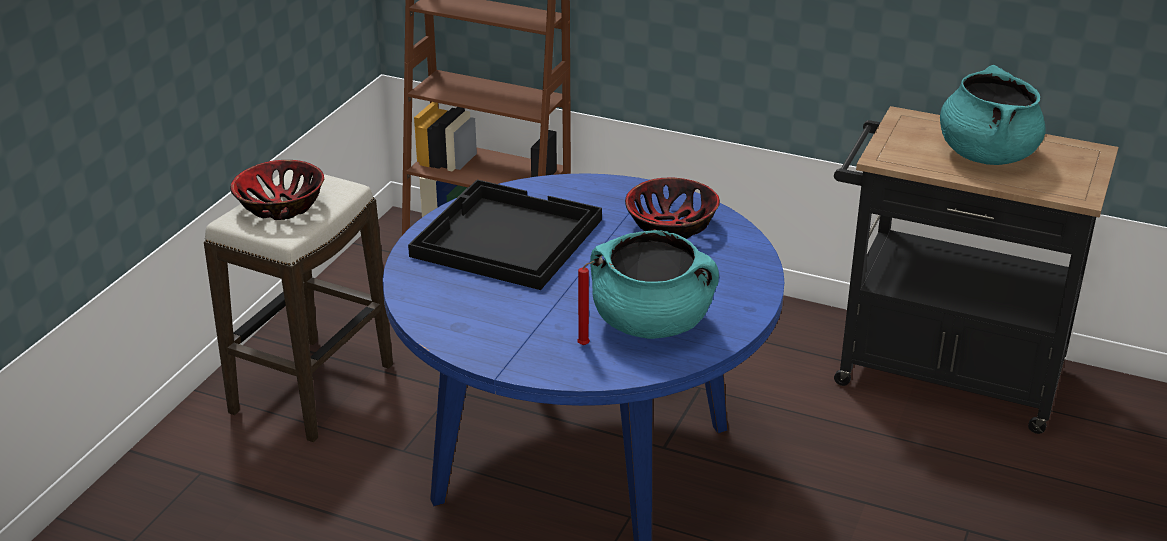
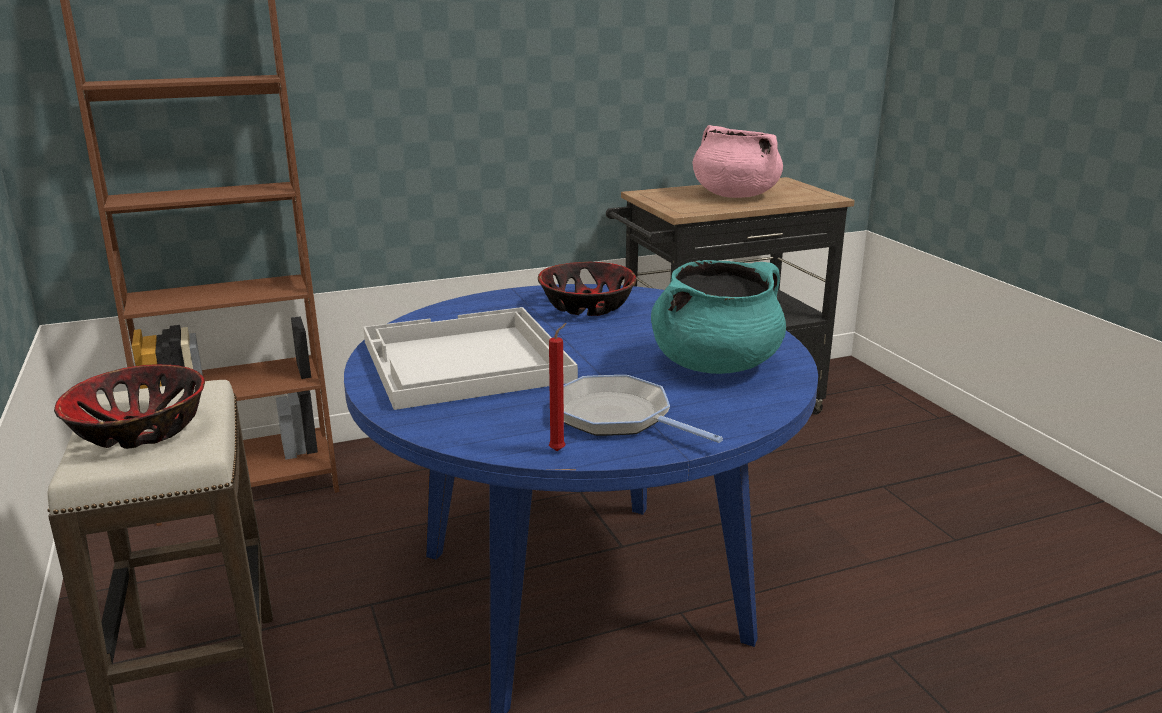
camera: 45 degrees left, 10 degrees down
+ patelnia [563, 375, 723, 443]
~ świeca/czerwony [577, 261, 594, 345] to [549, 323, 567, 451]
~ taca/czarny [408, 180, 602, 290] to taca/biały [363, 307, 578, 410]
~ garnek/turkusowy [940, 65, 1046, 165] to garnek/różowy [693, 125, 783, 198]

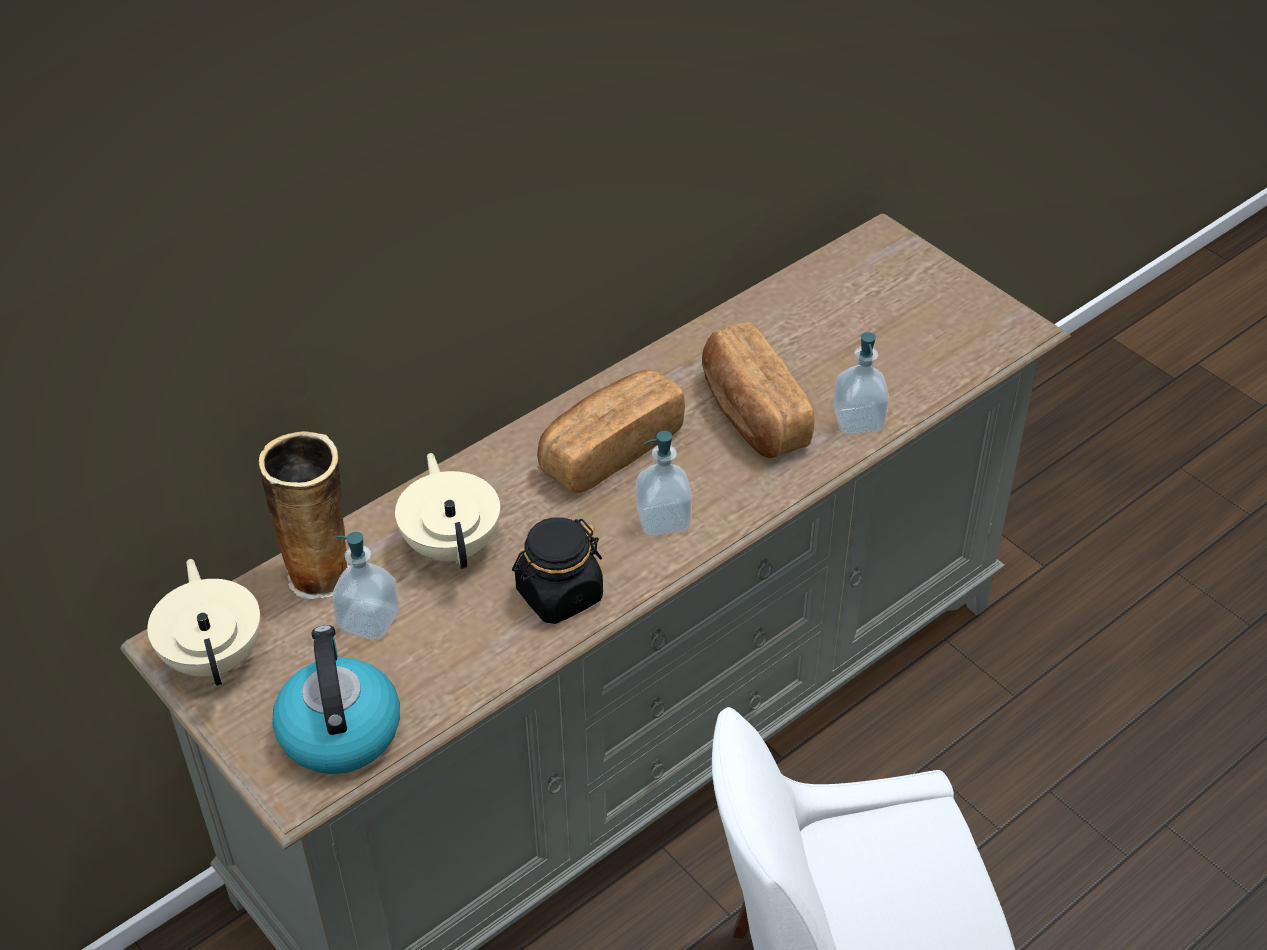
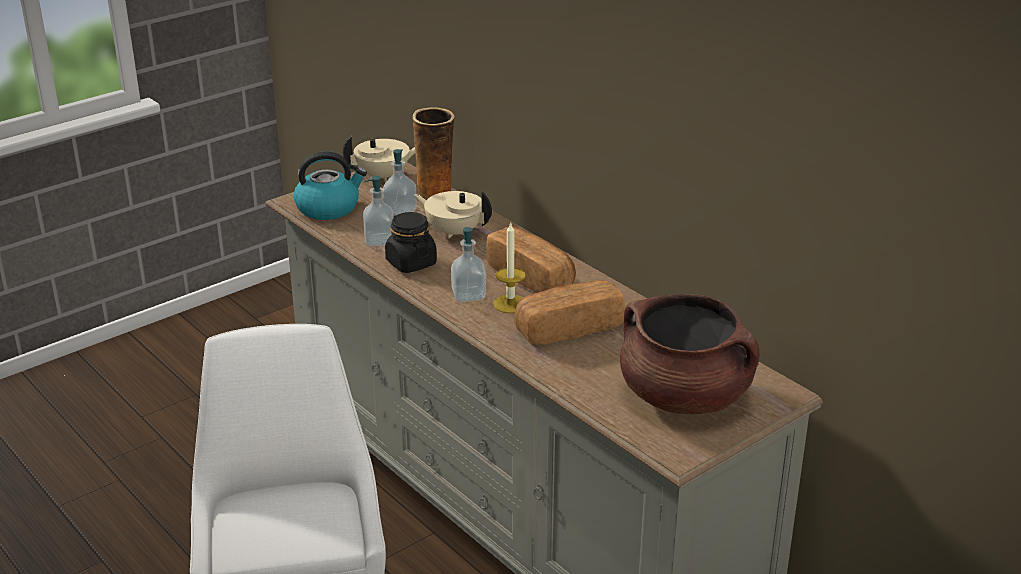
camera: 90 degrees right, 15 degrees down
+ świeca [493, 222, 526, 313]
+ garnek/brązowy [620, 294, 759, 414]
~ dozownik mydła [833, 332, 889, 435] to [363, 176, 394, 246]
~ imbryk/beżowy [395, 453, 500, 569] = [414, 191, 492, 239] 135 degrees counterclockwise

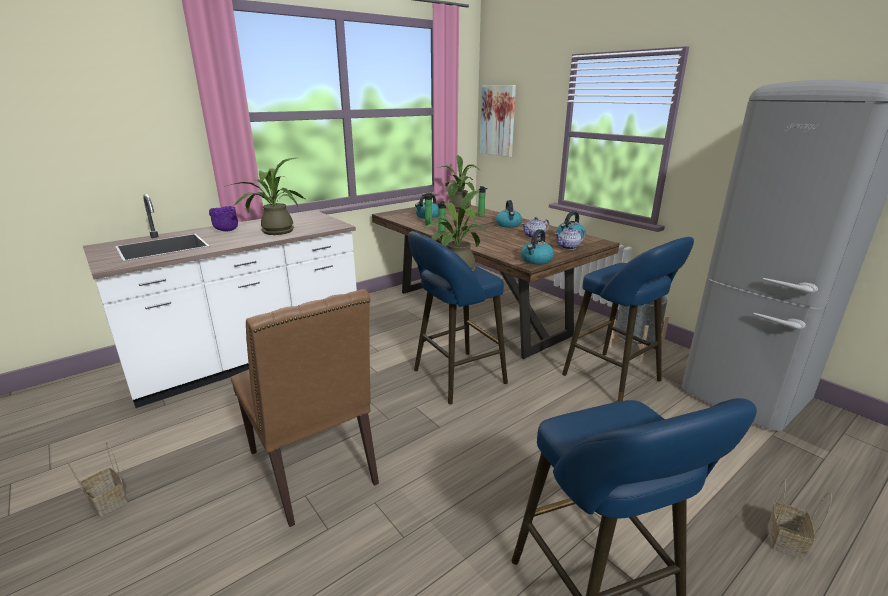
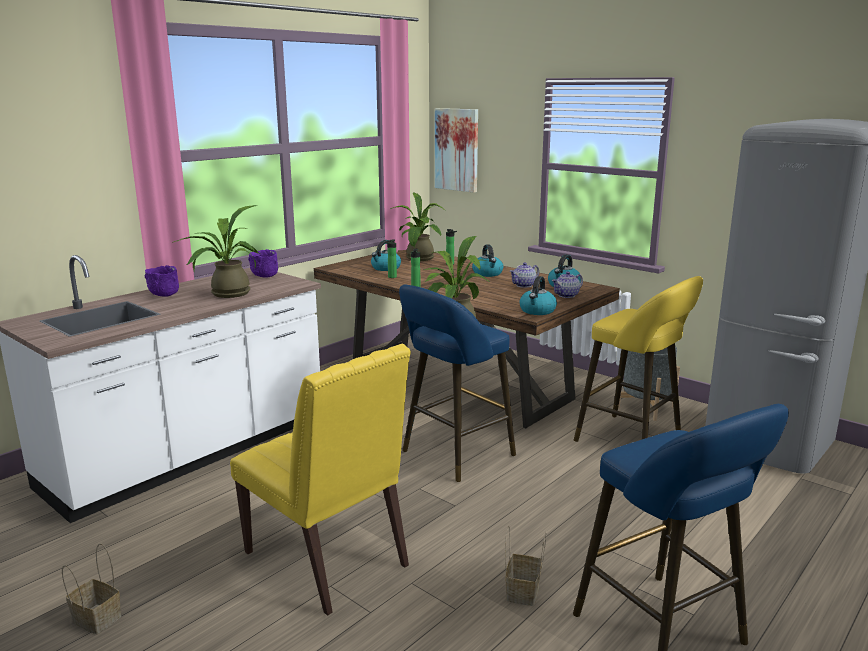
camera: 10 degrees left, 5 degrees down
+ miska/fioletowy [248, 249, 278, 278]
~ koszyk [768, 480, 832, 559] to [505, 525, 547, 606]
~ krzesło/brązowy [230, 289, 379, 527] to krzesło/żółty [230, 343, 411, 616]
~ stołek/niebieski [562, 237, 694, 402] to stołek/żółty [574, 276, 703, 442]

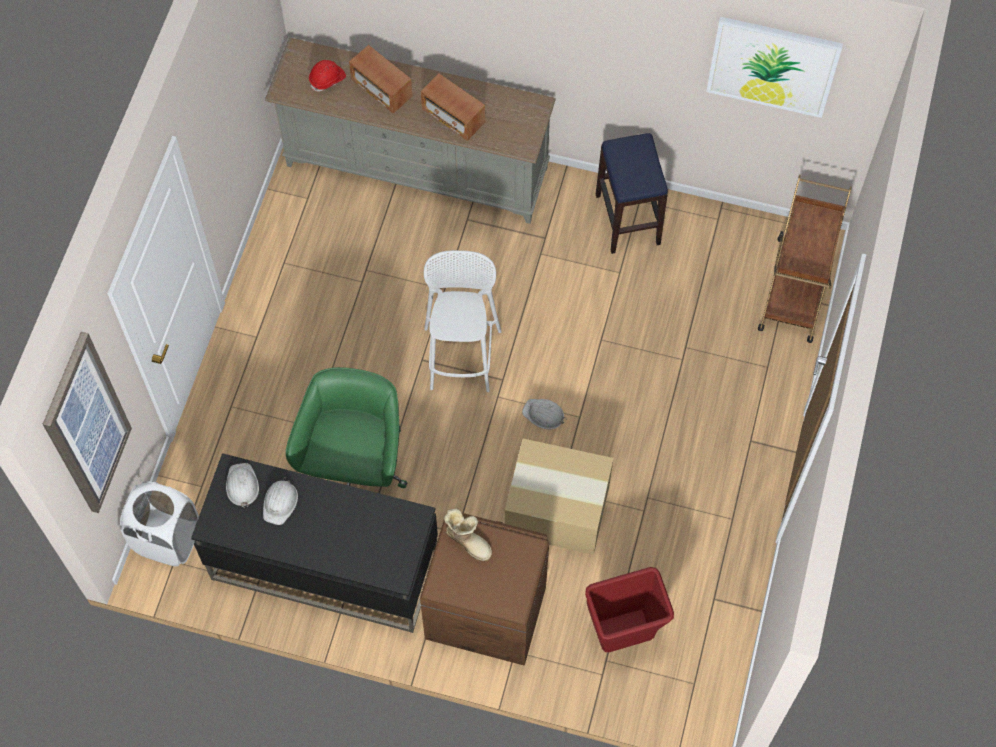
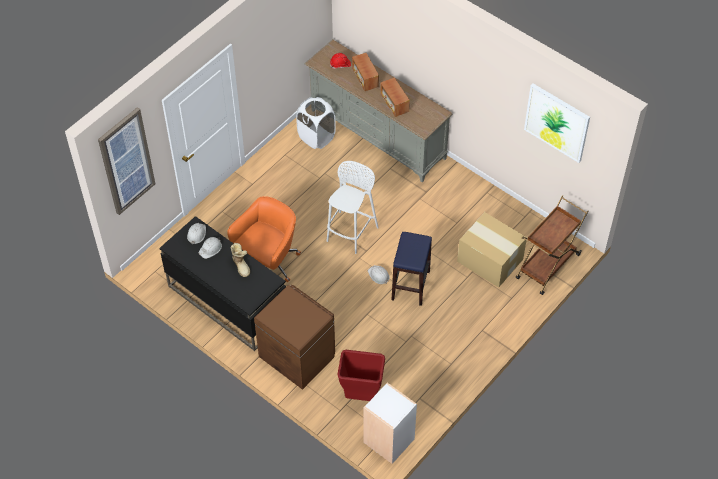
camera: 25 degrees right, 10 degrees down
+ regał [364, 383, 417, 464]
~ kosz na pranie/biały [120, 481, 199, 566] to [296, 97, 336, 149]
~ but z cholewką [444, 508, 492, 561] to [230, 243, 250, 277]
~ karton [505, 439, 614, 555] to [457, 212, 527, 287]
~ stołek [596, 133, 668, 254] to [392, 232, 432, 306]
~ krzesło biurowe/zielony [286, 367, 407, 488] to krzesło biurowe/pomarańczowy [227, 196, 301, 282]

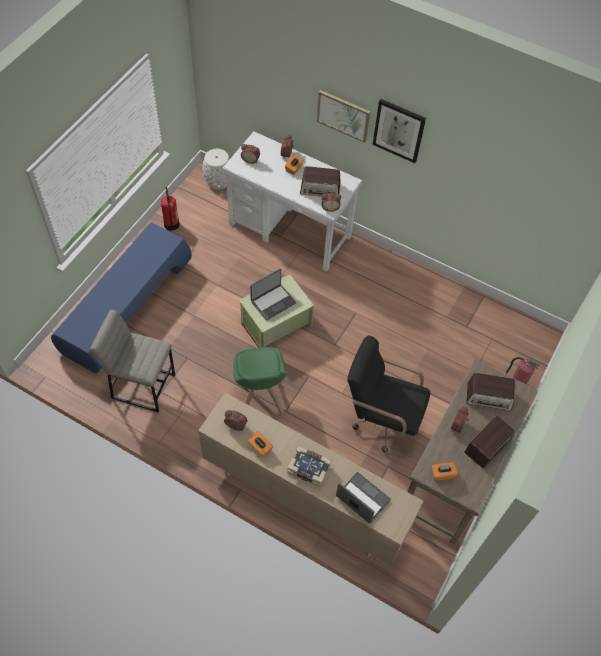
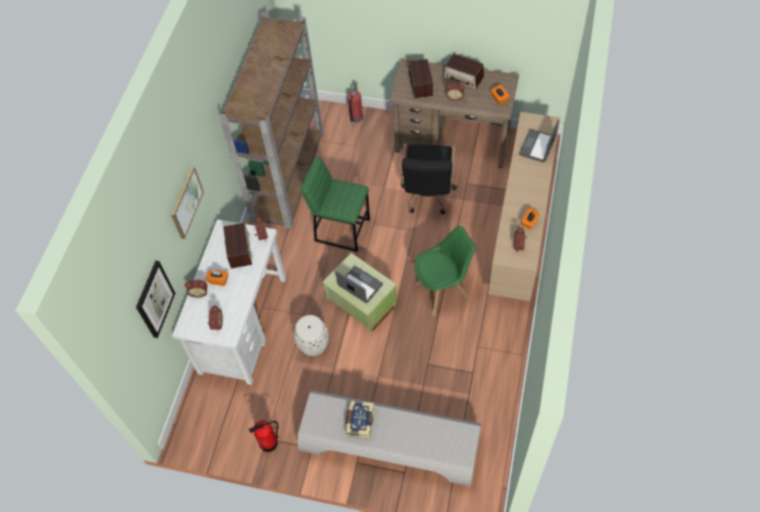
camera: 100 degrees left, 0 degrees up
- krzesło/szary [90, 310, 175, 413]
+ regał/brązowy [218, 12, 323, 229]
+ krzesło/zielony [300, 157, 370, 252]
~ stołek/biały [203, 149, 230, 190] to [294, 315, 329, 356]
~ książka [287, 447, 331, 487] to [345, 401, 374, 439]
~ obraz [372, 99, 426, 163] to [136, 261, 175, 338]
~ ławka/niebieski [51, 223, 192, 373] to ławka/szary [297, 390, 481, 486]

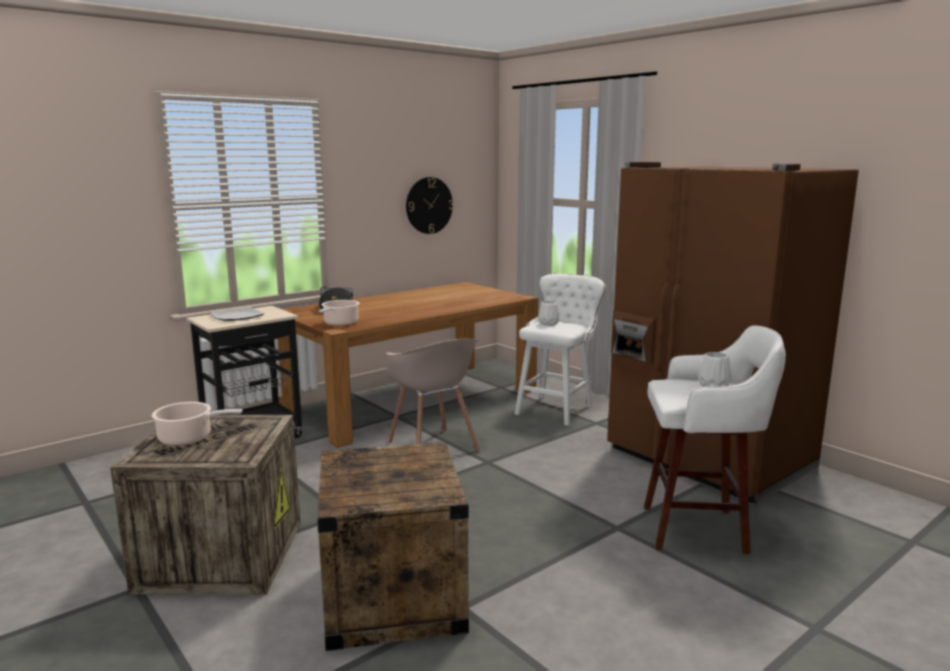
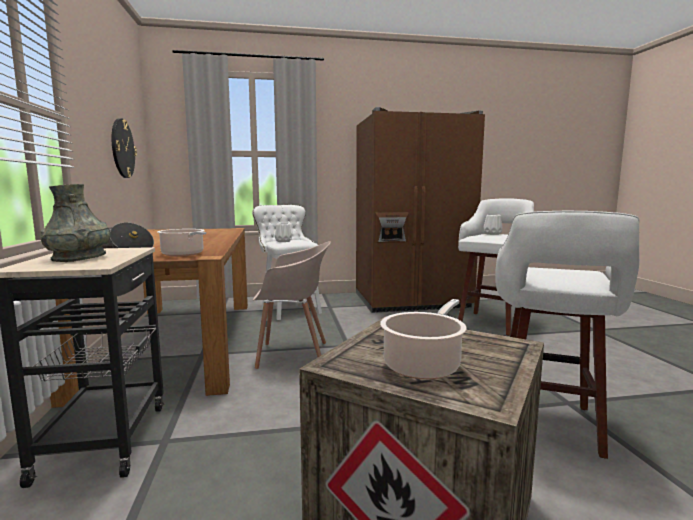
camera: 60 degrees left, 5 degrees down
~ talerz [210, 307, 264, 321] to wazon/szary [40, 184, 111, 262]
~ skrzynka [317, 442, 469, 651] to stołek/biały [495, 211, 640, 459]

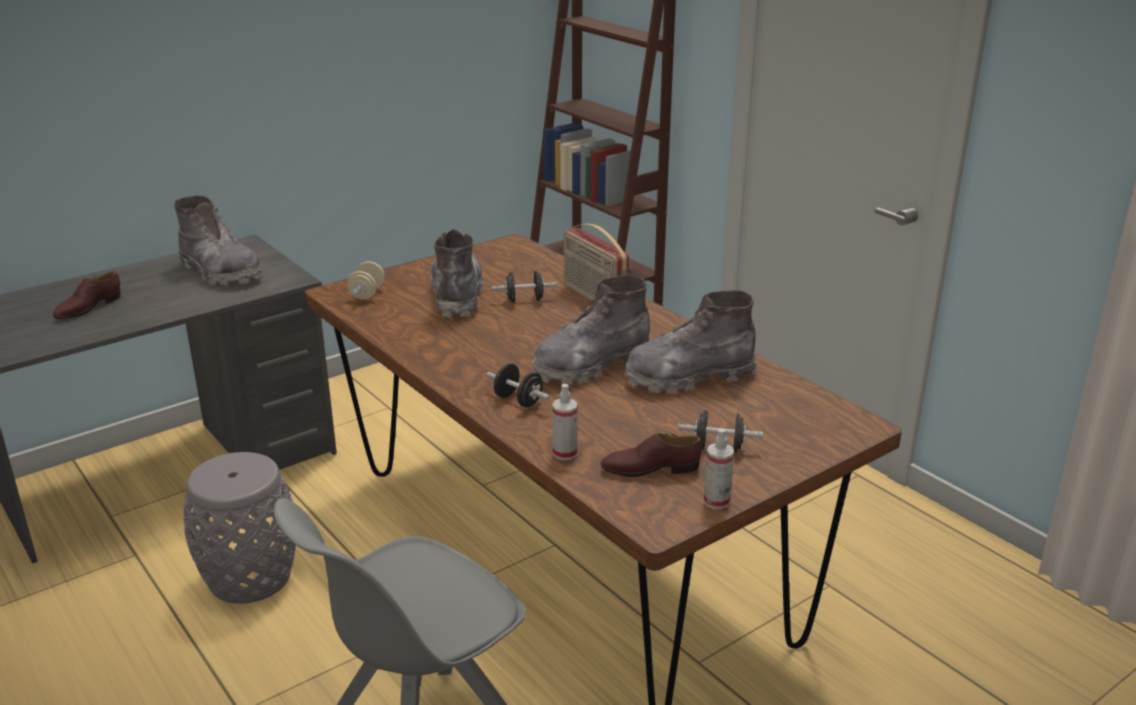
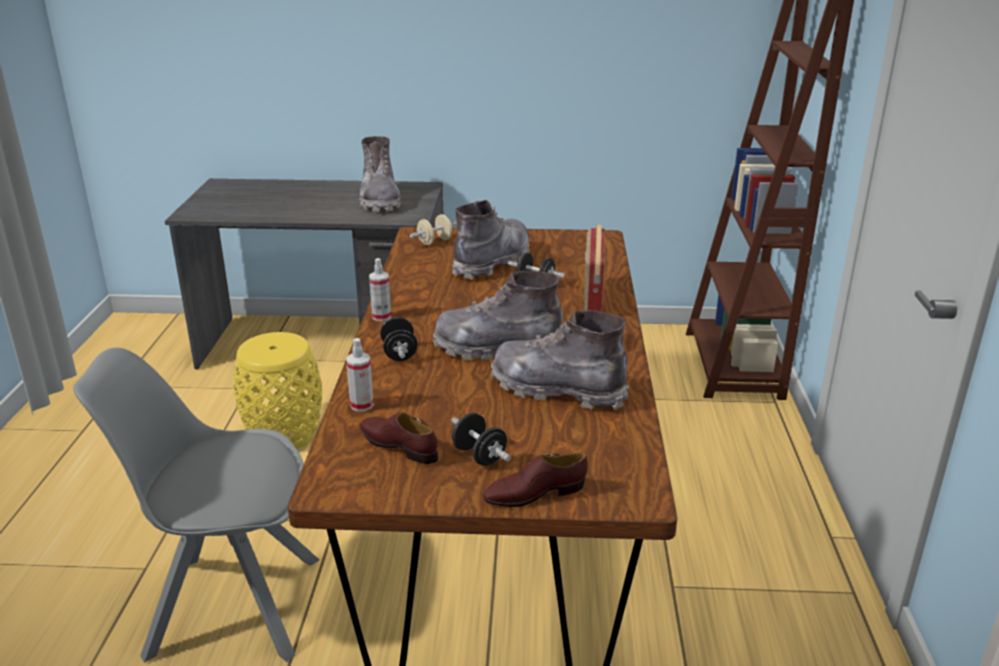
camera: 40 degrees right, 0 degrees up
~ but/brązowy [53, 271, 120, 319] to [482, 453, 588, 507]
~ spryskiwacz [704, 428, 734, 509] to [369, 258, 391, 321]
~ stołek/szary [184, 452, 296, 604] to stołek/żółty [233, 332, 322, 449]

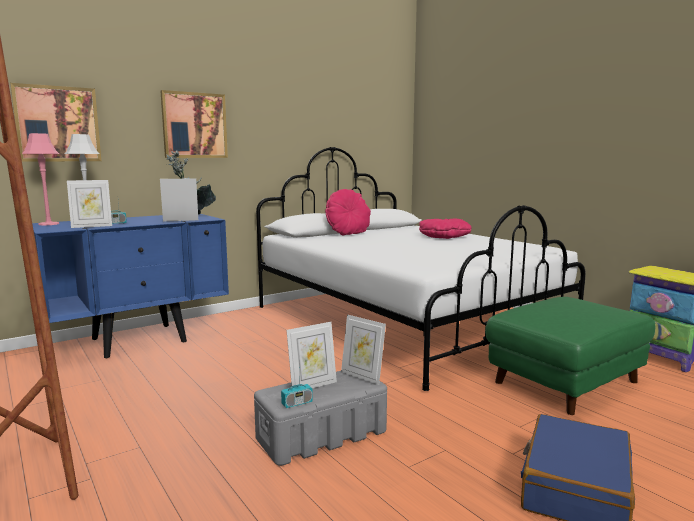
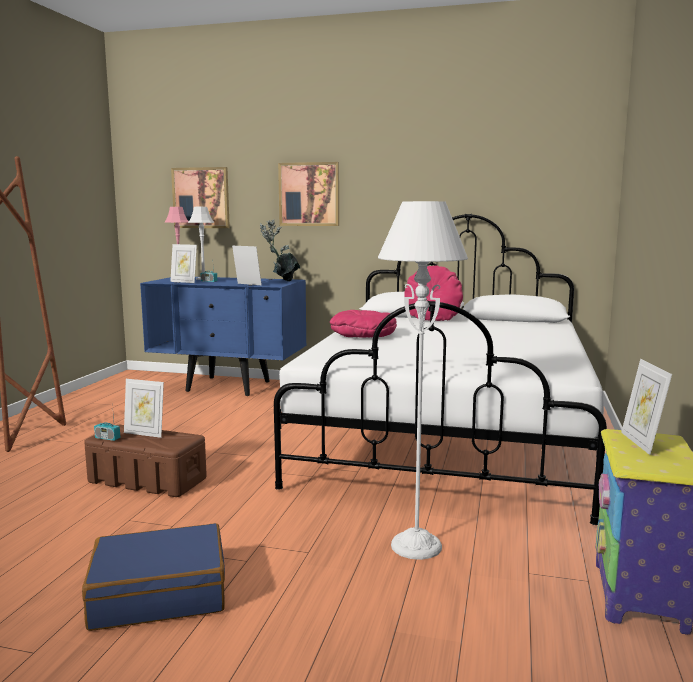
camera: 50 degrees right, 0 degrees up
~ ramka na zdjęcie [341, 314, 386, 385] to [621, 359, 672, 455]
~ poduszka/różowy [419, 219, 471, 239] to [330, 310, 397, 338]
~ pufa/zielony [485, 297, 655, 415] to lampa stojąca/szary [378, 201, 468, 560]
~ pojemnik do przechowywania/szary [254, 371, 387, 466] to pojemnik do przechowywania/brązowy [84, 425, 207, 497]

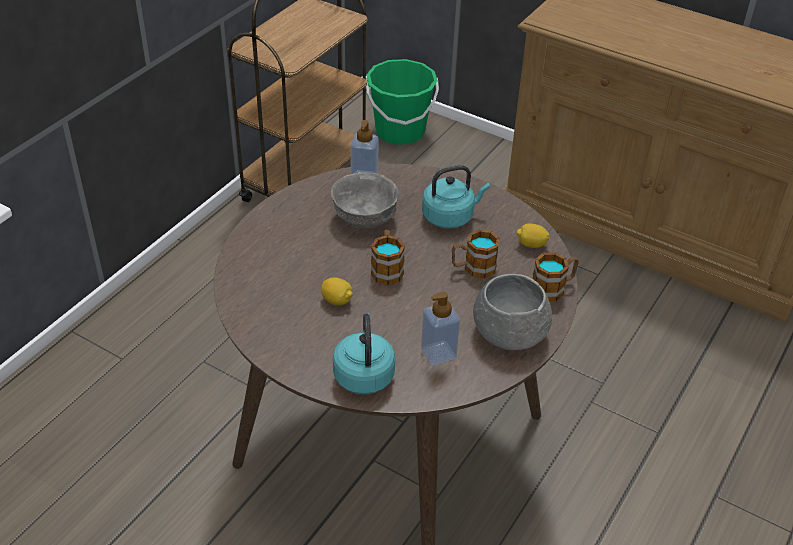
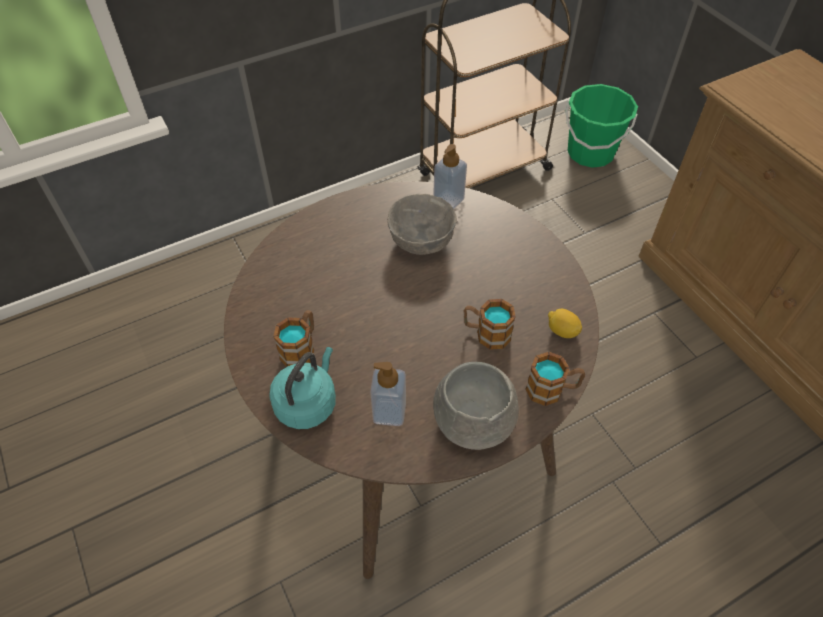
camera: 30 degrees right, 10 degrees up
- cytryna [321, 277, 353, 306]
- czajnik/turkusowy [422, 165, 490, 228]
~ kubek [371, 230, 405, 285] to [273, 310, 314, 367]

